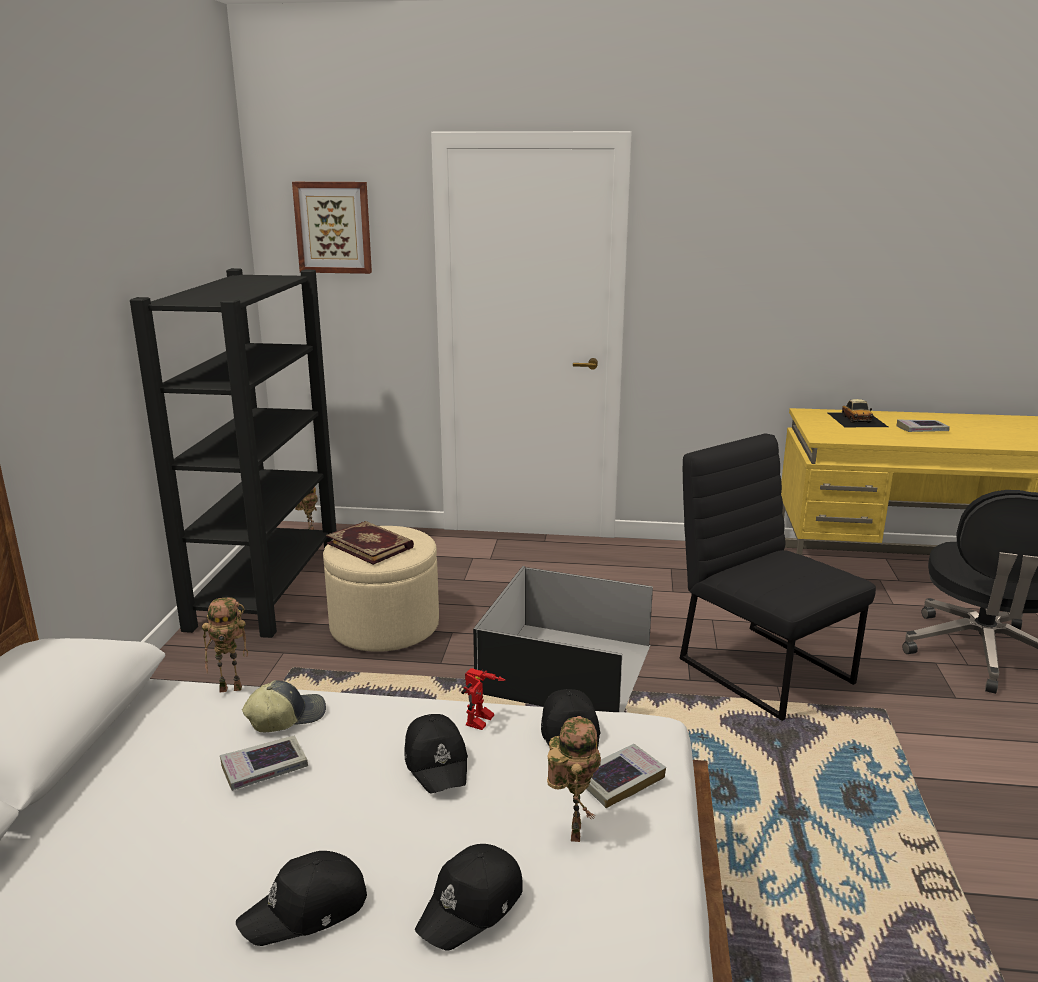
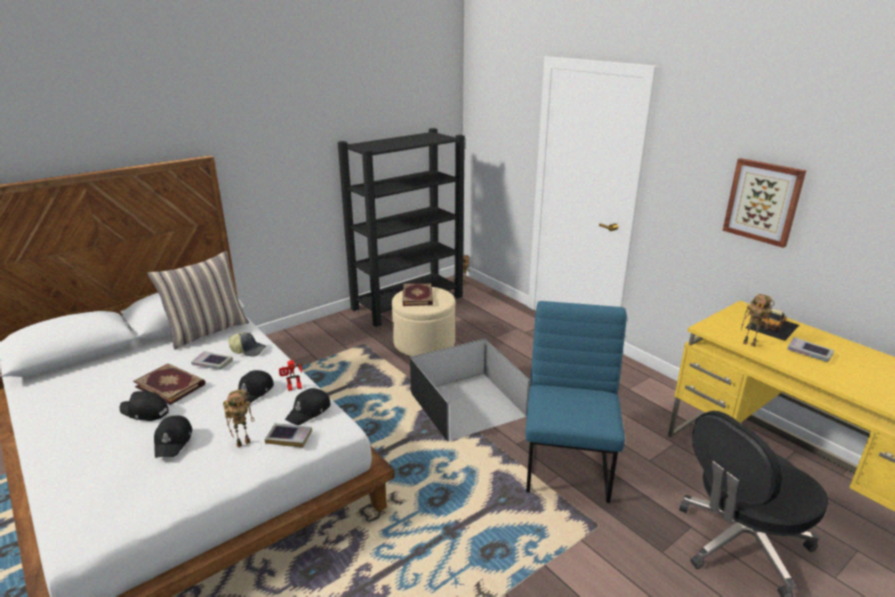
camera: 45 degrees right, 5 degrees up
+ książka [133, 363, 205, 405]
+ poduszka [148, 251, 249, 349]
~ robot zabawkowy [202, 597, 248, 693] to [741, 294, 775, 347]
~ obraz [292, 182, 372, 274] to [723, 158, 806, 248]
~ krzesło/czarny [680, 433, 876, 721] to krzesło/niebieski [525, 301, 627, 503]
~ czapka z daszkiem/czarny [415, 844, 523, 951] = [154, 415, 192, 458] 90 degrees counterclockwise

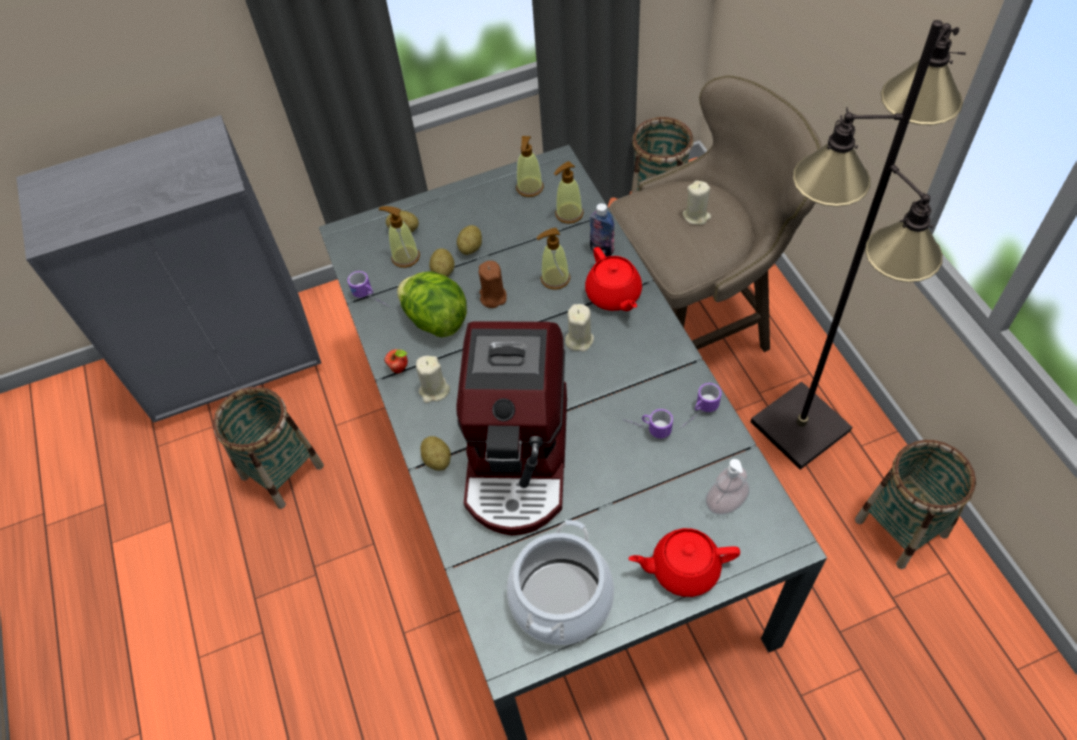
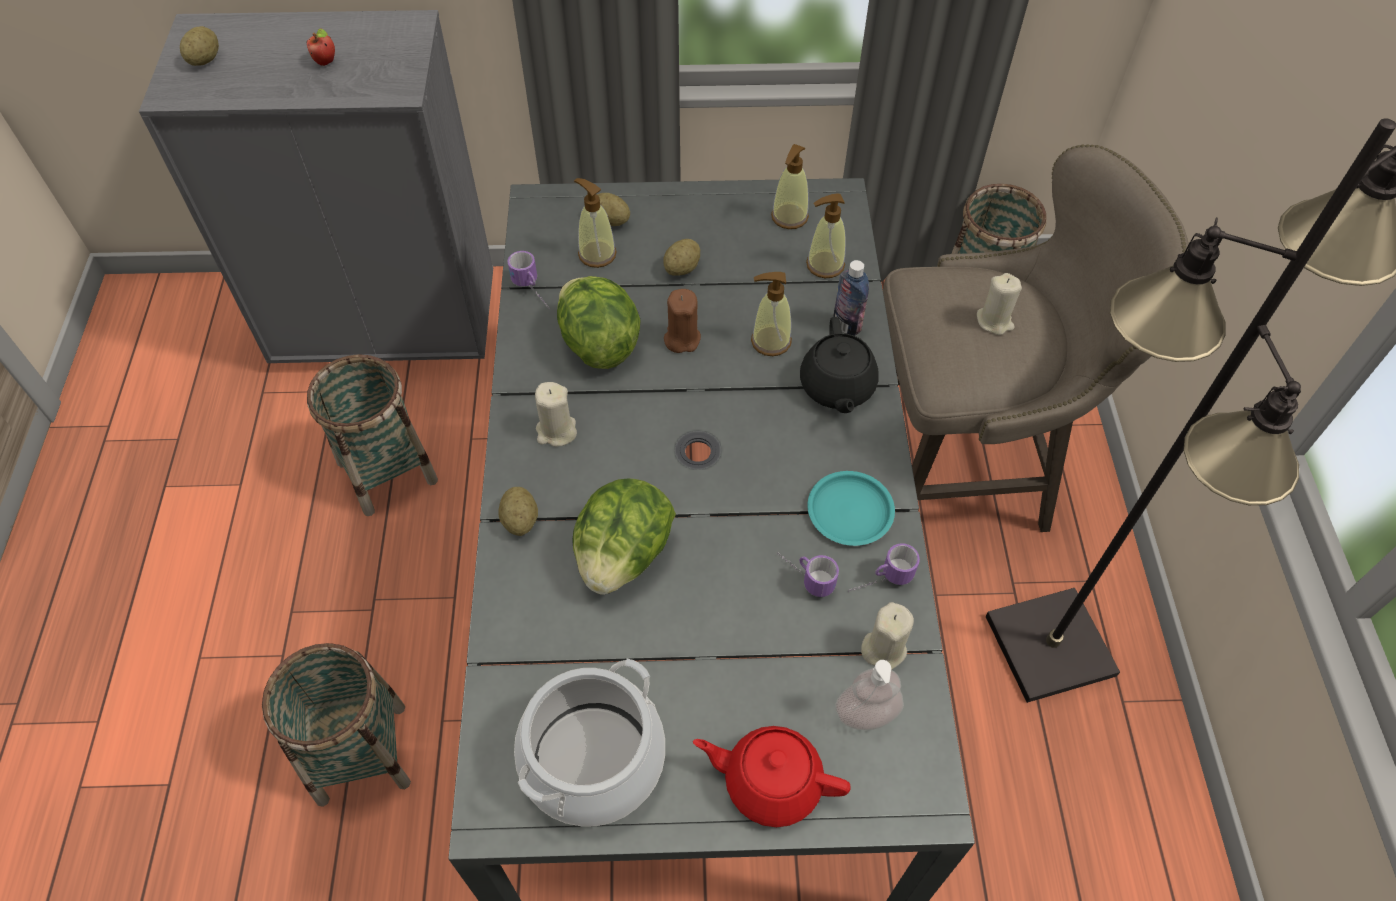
camera: 15 degrees right, 0 degrees up
+ talerz/turkusowy [807, 471, 895, 546]
~ jabłko [384, 349, 408, 373] to [306, 28, 335, 66]
~ ziemniak [429, 248, 455, 277] to [180, 26, 219, 66]
~ świeca/beżowy [565, 304, 594, 351] to [861, 602, 914, 670]
~ koszyk [855, 440, 976, 569] to [262, 643, 411, 807]
~ ekspres do kawy [456, 321, 567, 535] to sałata [572, 478, 676, 595]
~ imbryk/czerwony [585, 247, 642, 311] to imbryk/czarny [800, 317, 879, 413]

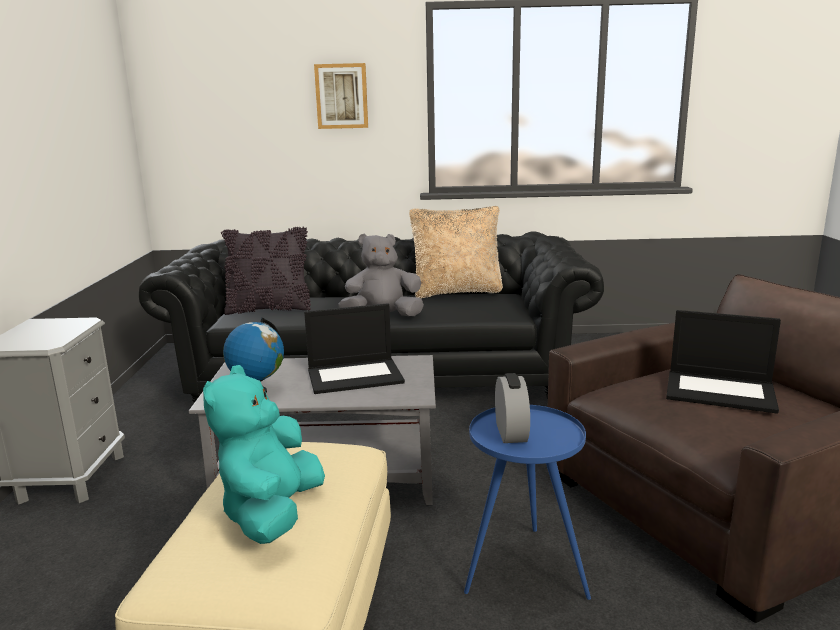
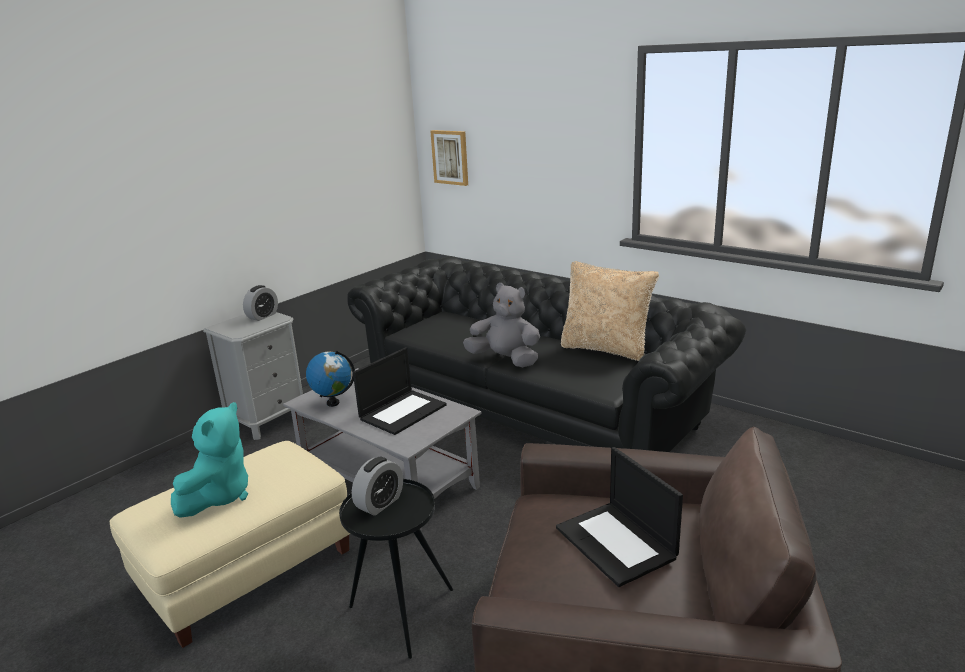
camera: 40 degrees right, 5 degrees up
- poduszka/czarny [221, 227, 311, 315]
+ budzik [243, 285, 278, 321]
~ obraz [314, 63, 368, 129] to [430, 130, 468, 186]
~ stolik/niebieski [464, 405, 591, 600] to stolik/czarny [339, 479, 453, 659]
~ pluszak/turkusowy [203, 365, 325, 544] = [171, 402, 248, 518] 150 degrees clockwise
~ laptop [304, 303, 405, 394] = [353, 347, 447, 435] 75 degrees counterclockwise

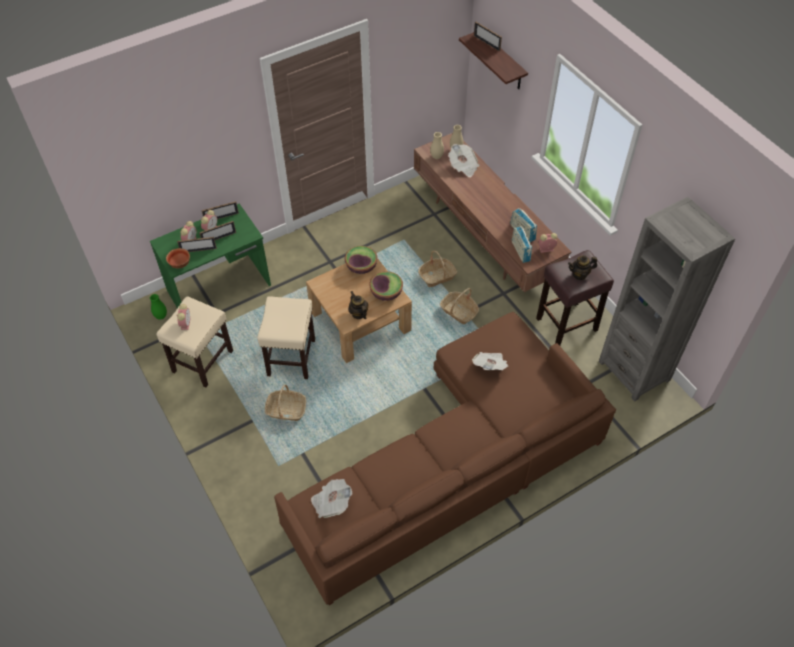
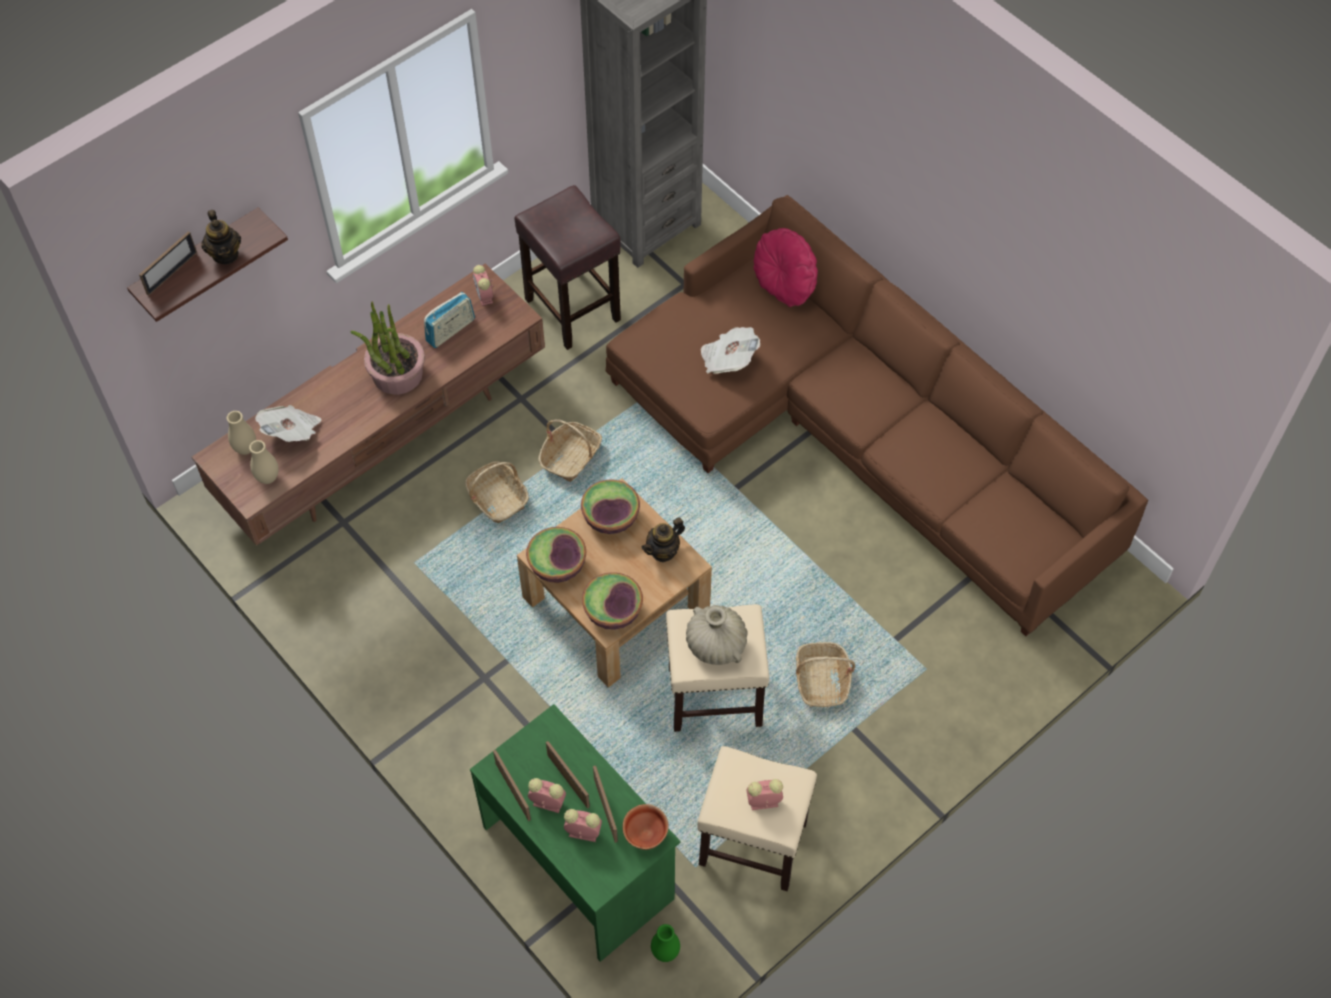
camera: 100 degrees left, 5 degrees up
- gazeta [311, 479, 352, 518]
- radio [512, 226, 532, 263]
+ roślina doniczkowa [351, 302, 425, 395]
+ miska [582, 572, 643, 630]
+ wazon/beżowy [686, 605, 748, 665]
+ poduszka/różowy [753, 228, 818, 307]
~ imbryk [568, 256, 597, 280] to [202, 210, 241, 264]

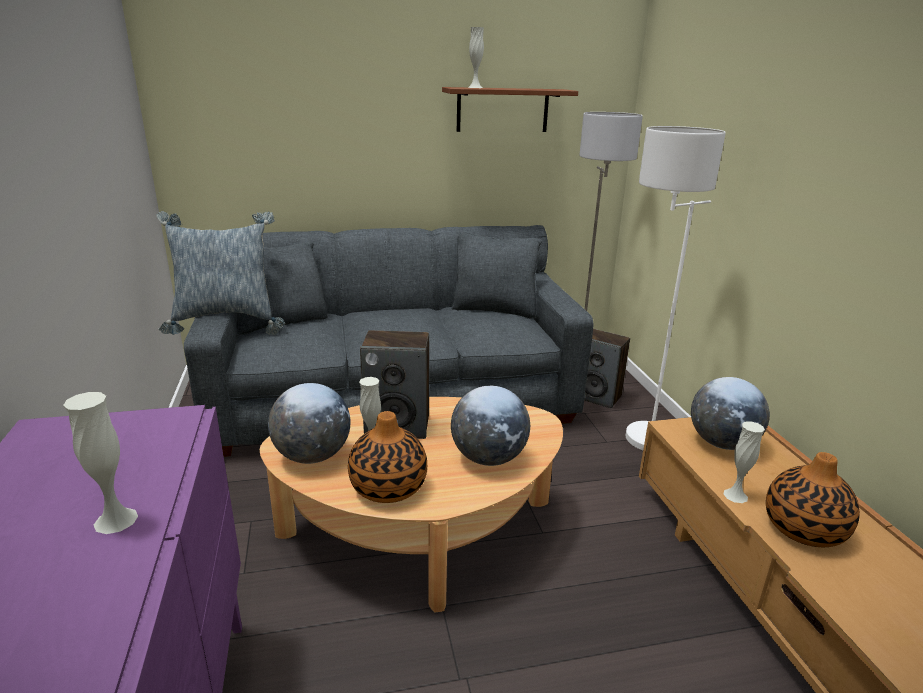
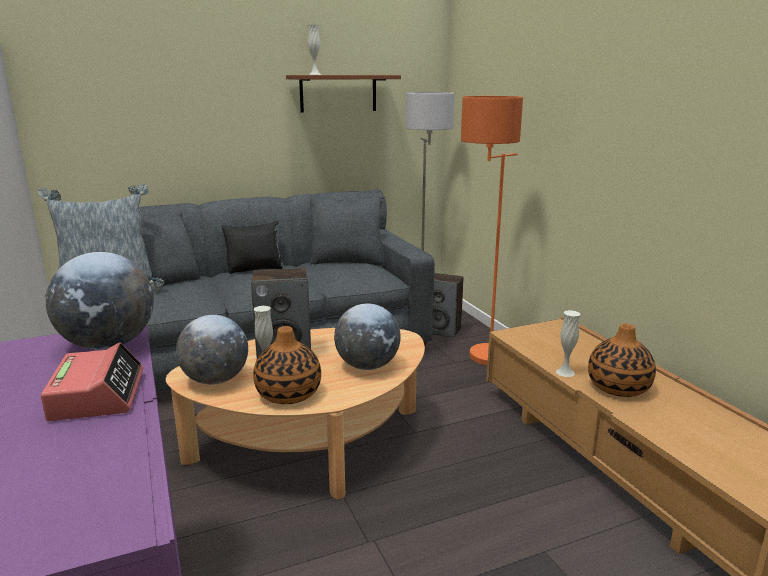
camera: 10 degrees left, 5 degrees down
+ poduszka/czarny [222, 221, 284, 274]
~ globus [691, 377, 770, 450] to [46, 252, 154, 350]
~ wazon/biały [63, 392, 138, 534] to budzik [41, 342, 143, 421]
~ lampa stojąca/biały [626, 126, 726, 450] to lampa stojąca/pomarańczowy [461, 96, 523, 365]

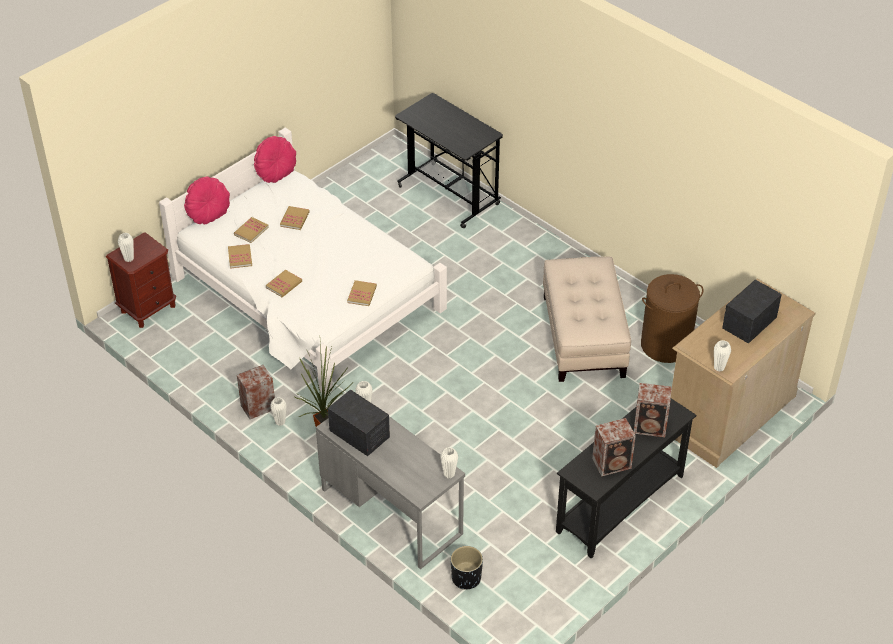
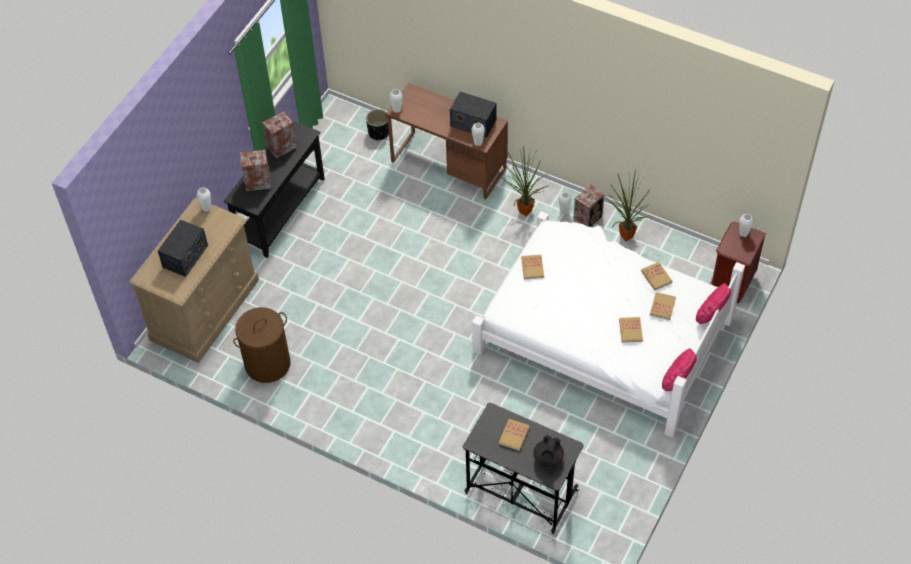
camera: 165 degrees right, 10 degrees up
- pufa/beżowy [543, 256, 631, 382]
+ imbryk/czarny [533, 435, 564, 467]
+ roślina doniczkowa [604, 170, 653, 241]
~ książka [266, 270, 302, 297] to [499, 419, 530, 451]
~ biurko/szary [316, 403, 465, 569] to biurko/brązowy [386, 83, 508, 200]

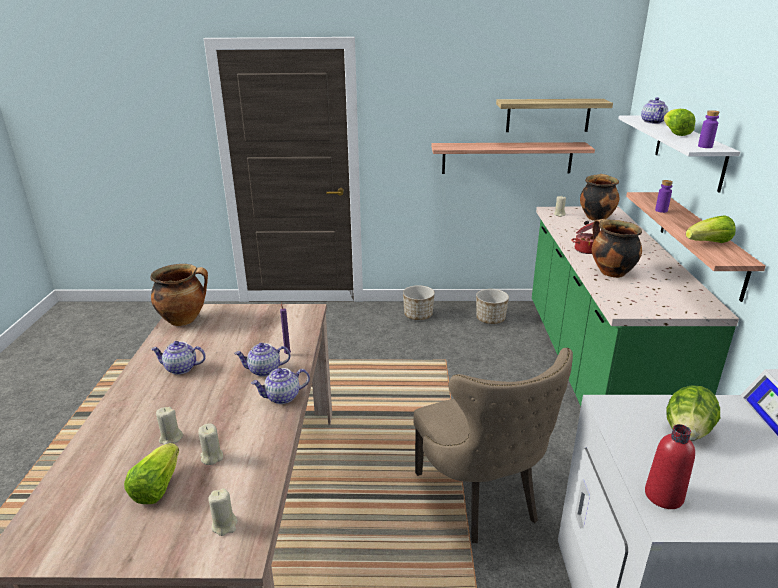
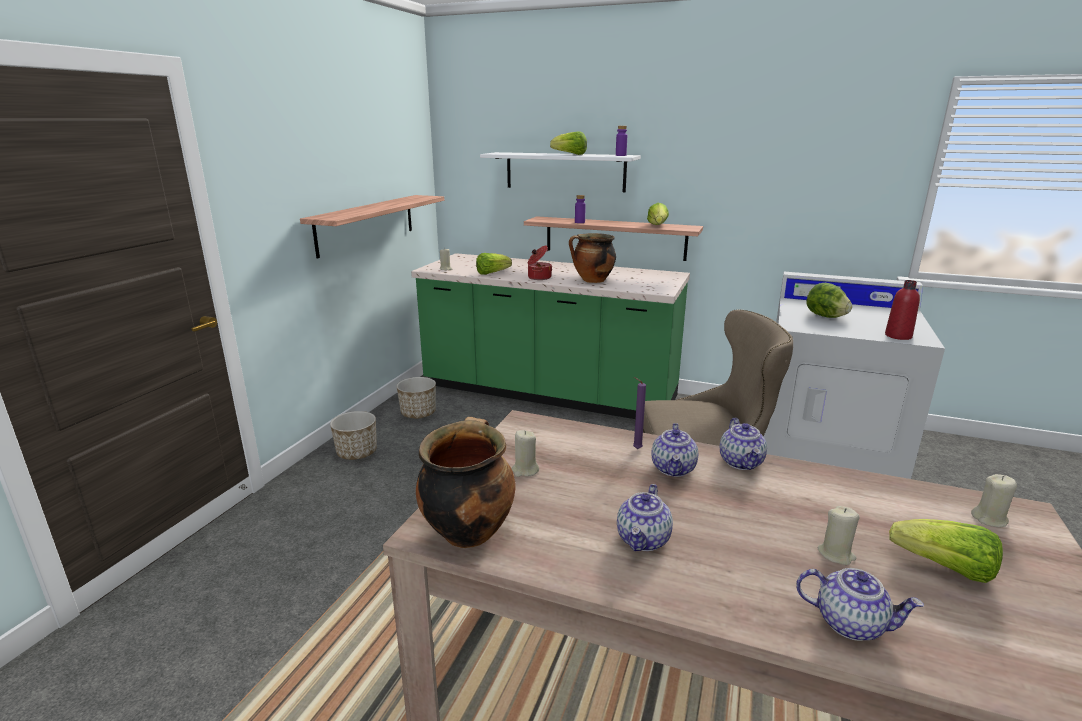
camera: 70 degrees left, 5 degrees down
- półka [496, 99, 613, 132]
- garnek [580, 174, 619, 221]
+ sałata [476, 253, 512, 275]
~ świeca/beżowy [198, 423, 223, 465] to [512, 430, 539, 477]
~ imbryk [641, 97, 668, 124] to [796, 568, 924, 641]

